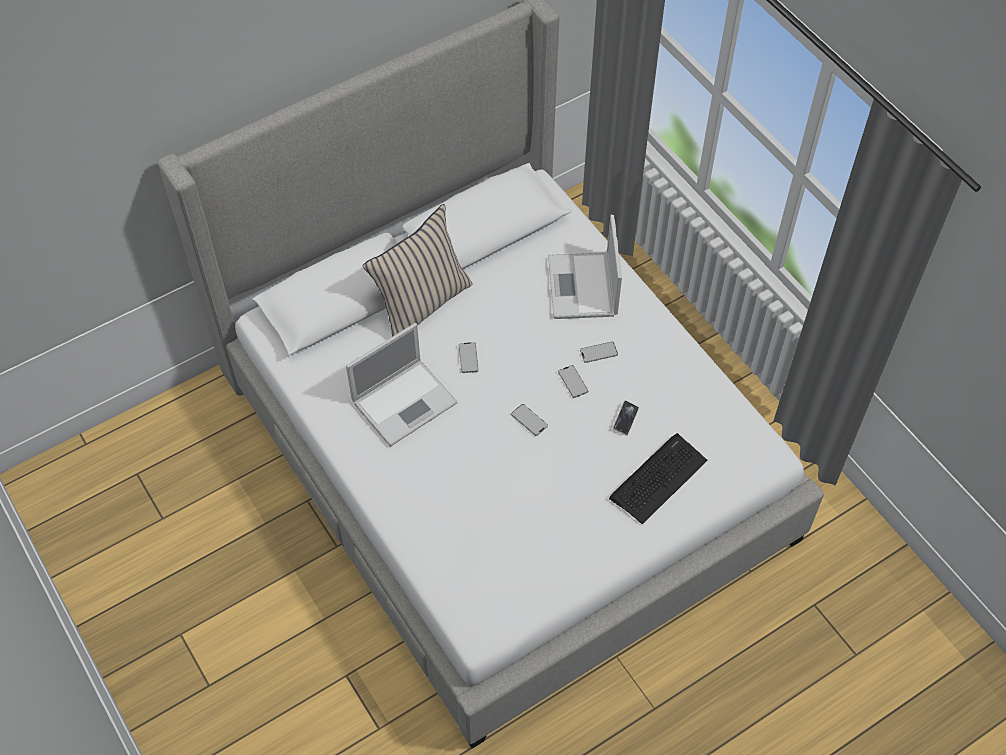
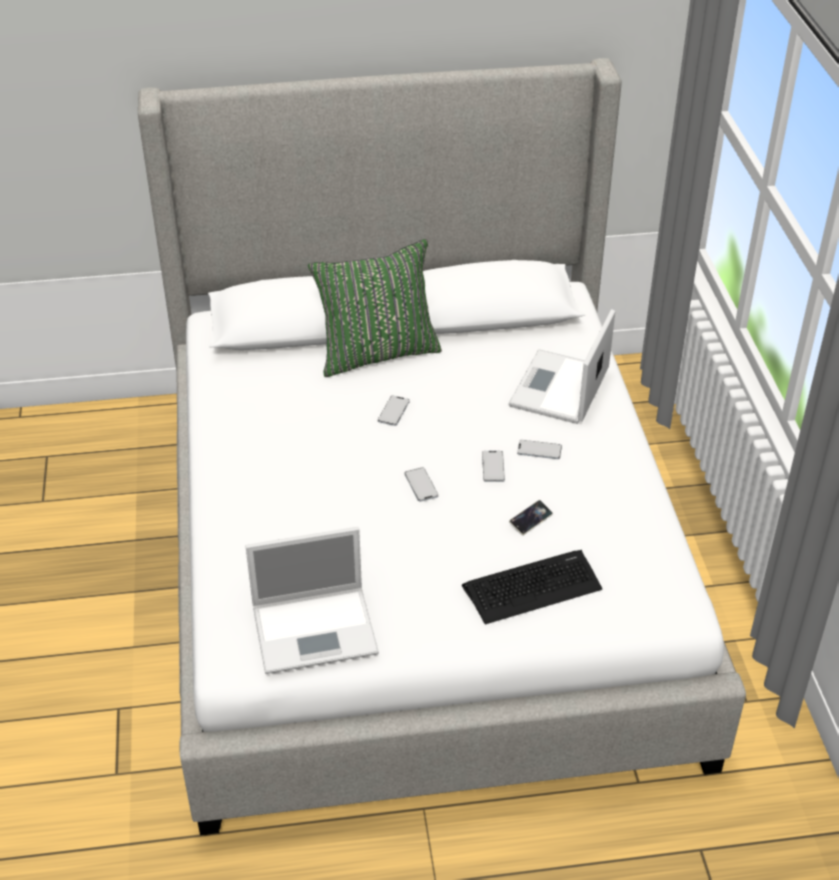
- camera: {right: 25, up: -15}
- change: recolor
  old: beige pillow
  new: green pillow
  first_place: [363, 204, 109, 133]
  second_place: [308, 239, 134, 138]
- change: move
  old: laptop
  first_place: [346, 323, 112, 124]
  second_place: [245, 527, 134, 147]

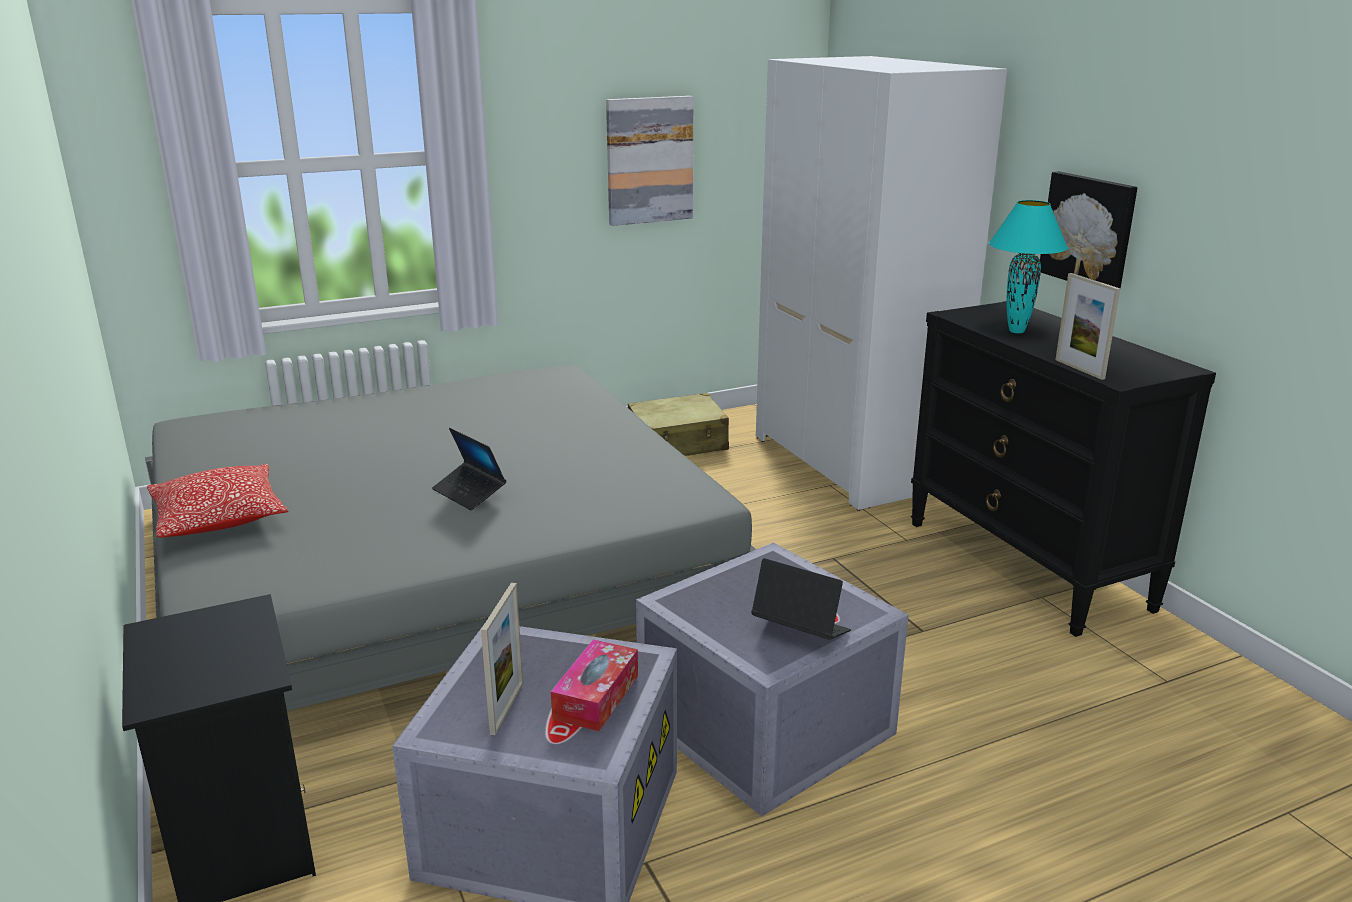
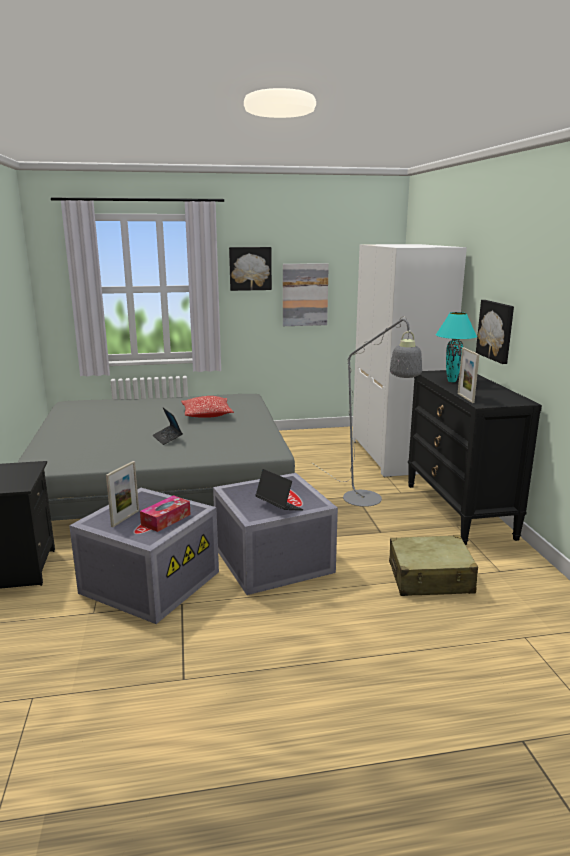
- camera: {right: 15, up: -5}
- change: move
  old: beige suitcase
  first_place: [628, 393, 101, 63]
  second_place: [389, 535, 89, 61]
- change: move
  old: pillow
  first_place: [147, 464, 141, 73]
  second_place: [181, 396, 53, 22]
- change: insert
  new: picture
  second_place: [229, 247, 43, 44]
- change: insert
  new: grey floor lamp
  second_place: [311, 316, 111, 191]

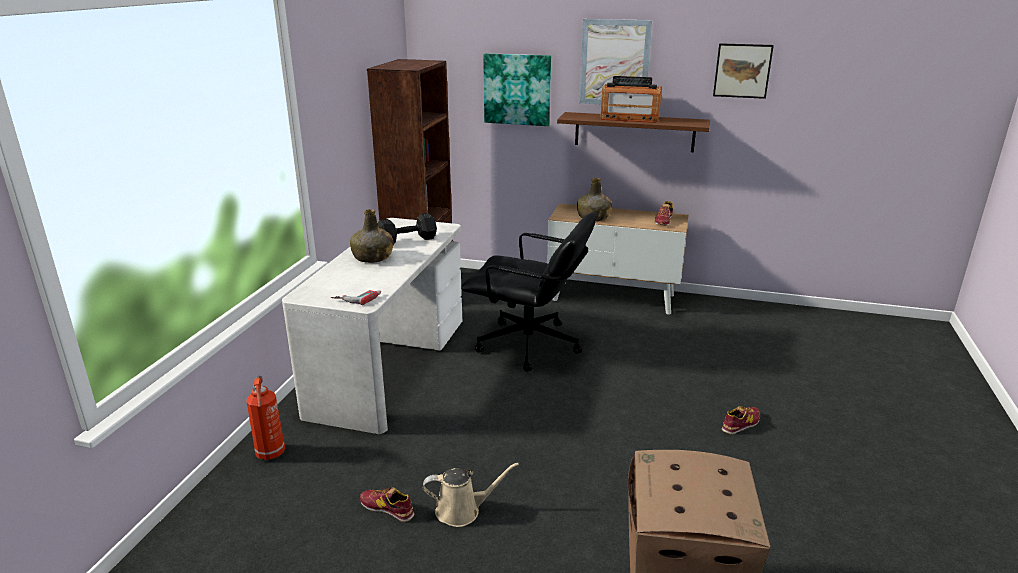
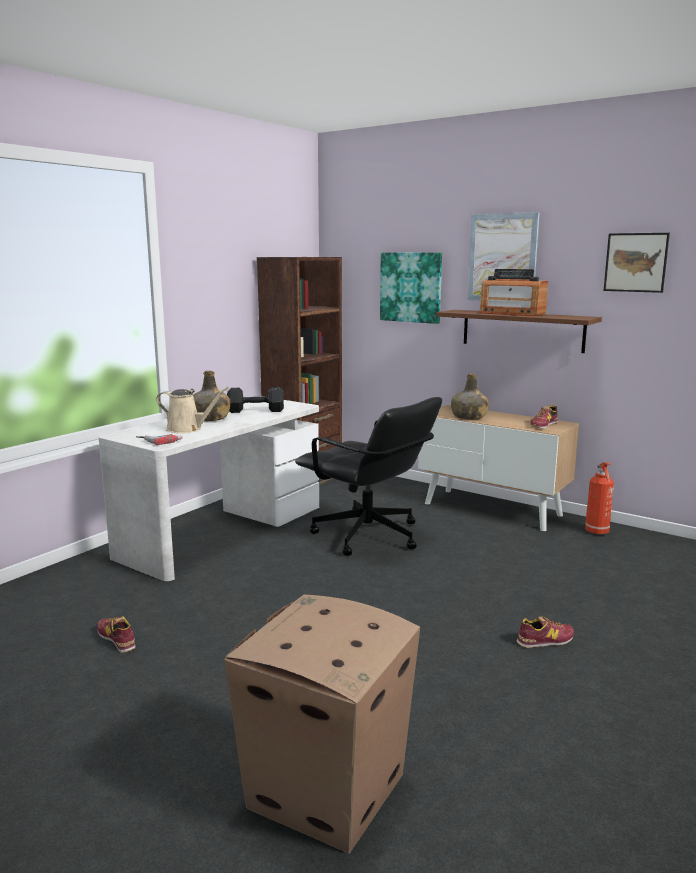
- camera: {right: 20, up: -10}
- change: move
  old: fire extinguisher
  first_place: [247, 376, 38, 84]
  second_place: [585, 462, 29, 73]
- change: move
  old: beige watering can
  first_place: [423, 463, 96, 64]
  second_place: [156, 387, 72, 46]

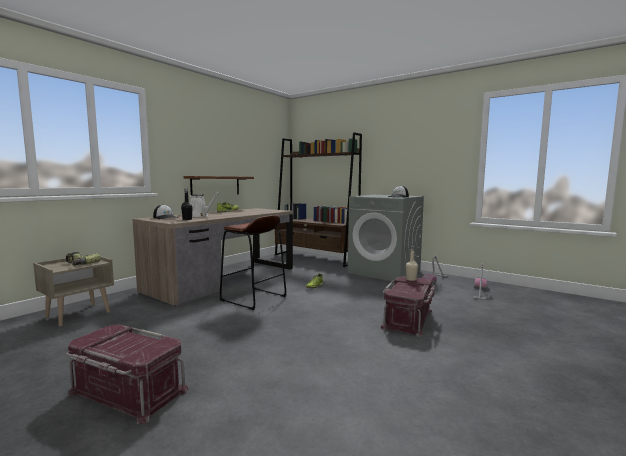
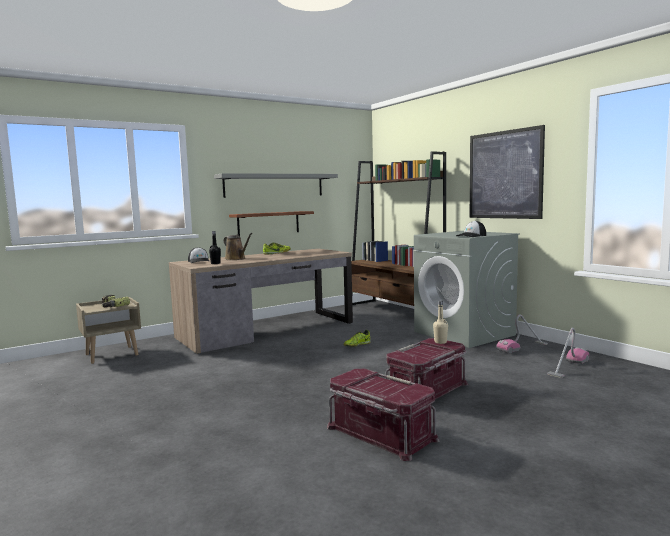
- camera: {right: 20, up: 0}
- change: recolor
  old: white watering can
  new: brown watering can
  first_place: [188, 192, 32, 25]
  second_place: [223, 233, 30, 27]
- change: delete
  old: brown stool
  first_place: [220, 215, 66, 95]
- change: move
  old: red storage box
  first_place: [66, 324, 123, 100]
  second_place: [327, 369, 112, 92]
- change: insert
  new: picture
  second_place: [470, 125, 75, 94]
- change: insert
  new: grey shelf
  second_place: [214, 173, 124, 25]

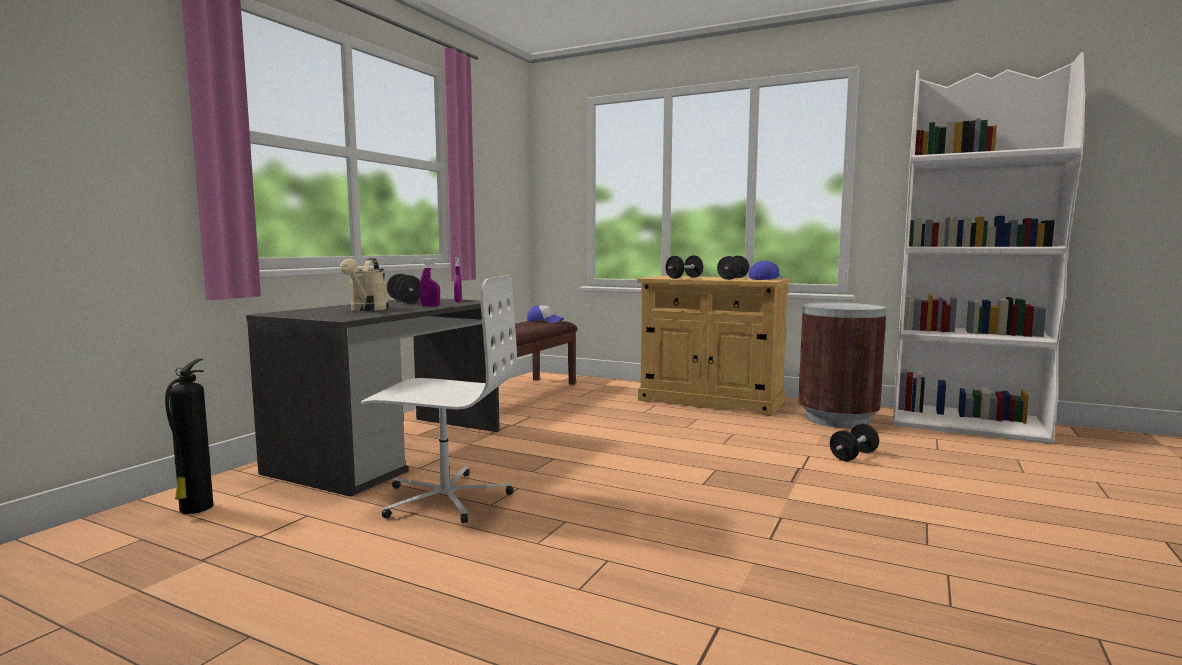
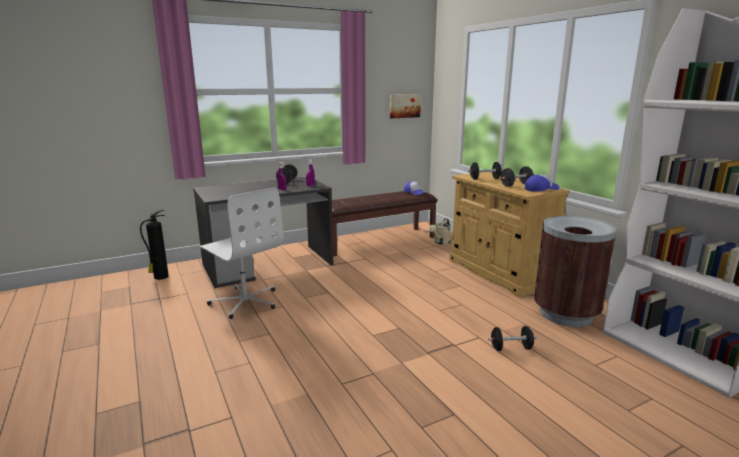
- camera: {right: 35, up: 10}
- change: move
  old: beige watering can
  first_place: [340, 258, 49, 53]
  second_place: [429, 218, 22, 27]
- change: insert
  new: picture
  second_place: [390, 94, 31, 24]

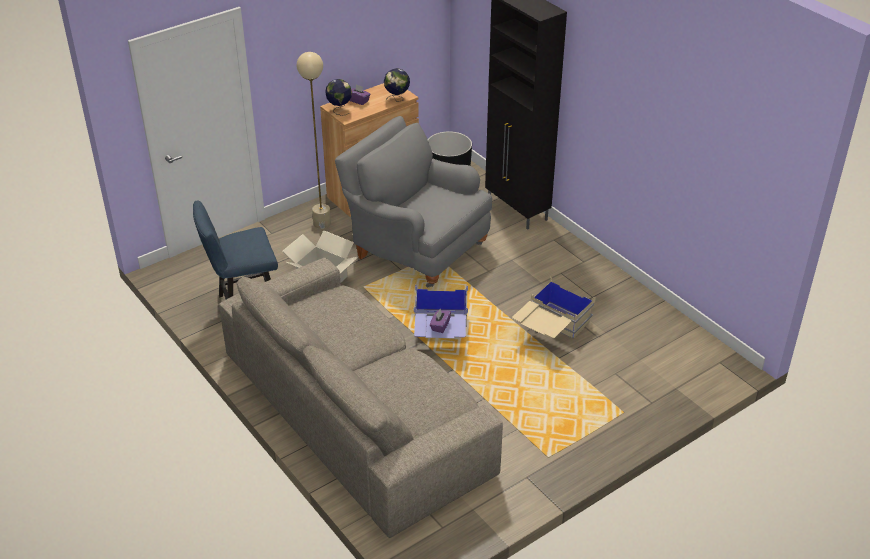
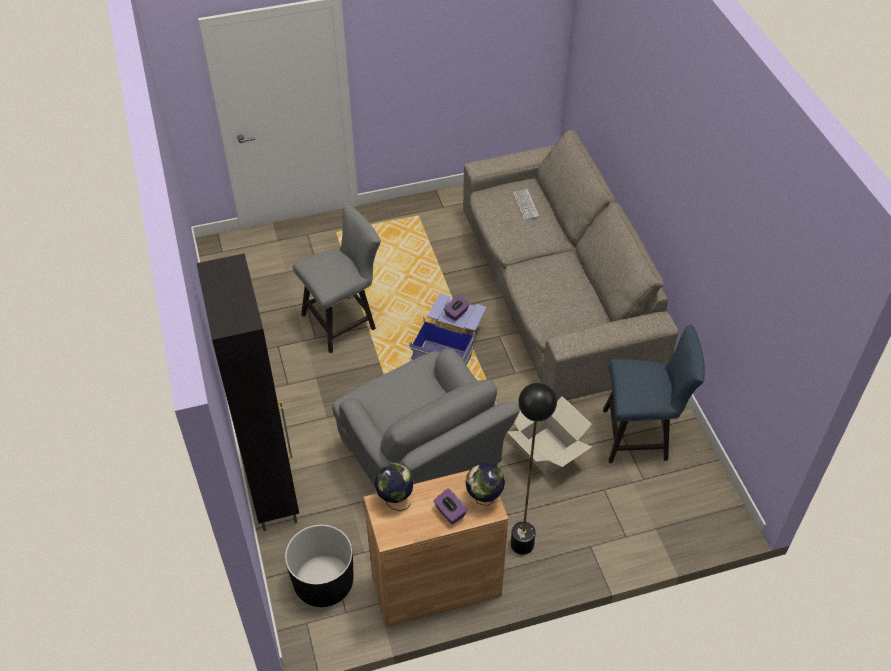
- camera: {right: -160, up: 10}
- change: recolor
  old: beige floor lamp
  new: black floor lamp
  first_place: [297, 52, 34, 177]
  second_place: [511, 383, 46, 172]
- change: replace
  old: beige storage box
  new: grey chair
  first_place: [512, 277, 84, 62]
  second_place: [293, 203, 88, 150]
- change: insert
  new: keyboard
  second_place: [513, 189, 26, 31]

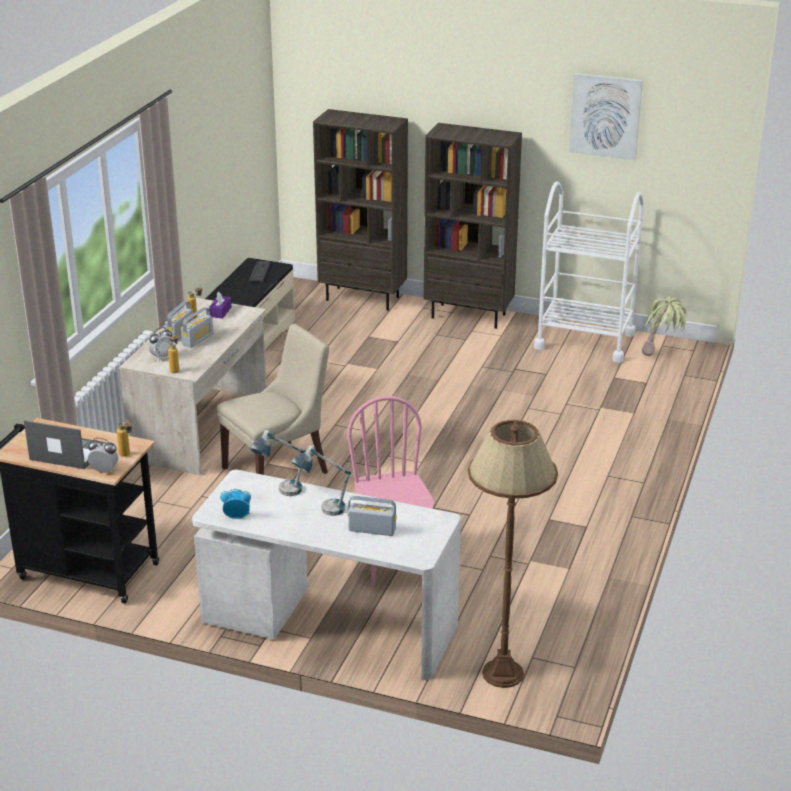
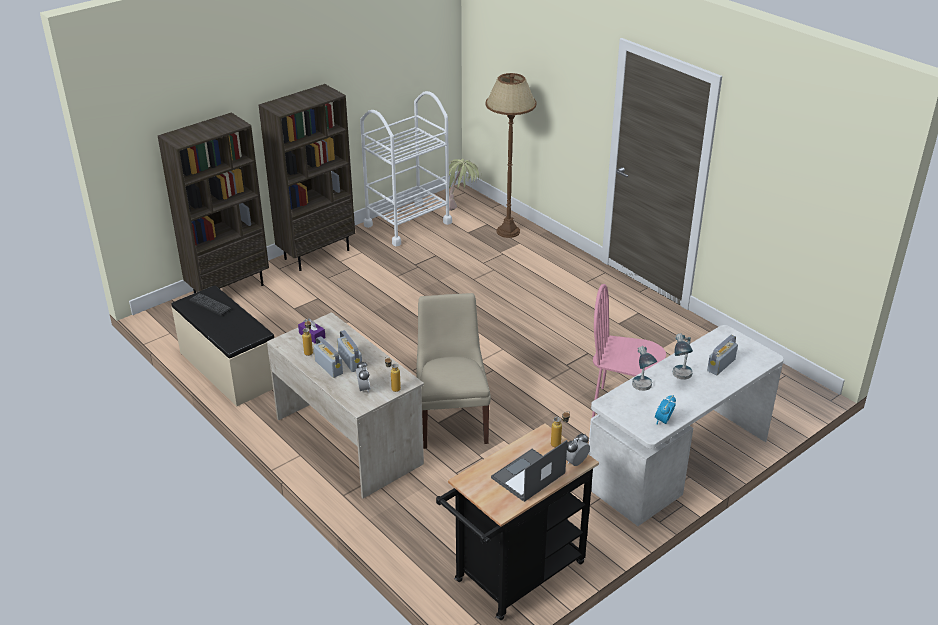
- camera: {right: -60, up: 5}
- change: delete
  old: picture
  first_place: [569, 73, 74, 87]
- change: move
  old: brown floor lamp
  first_place: [468, 420, 90, 268]
  second_place: [485, 73, 52, 165]

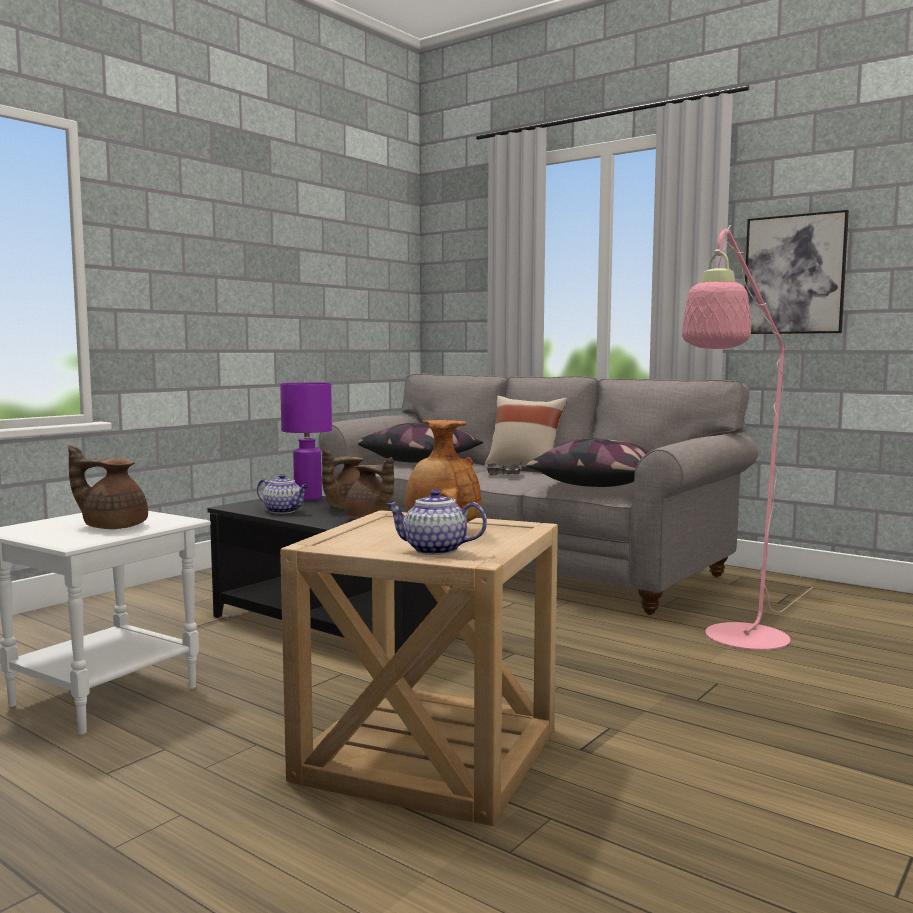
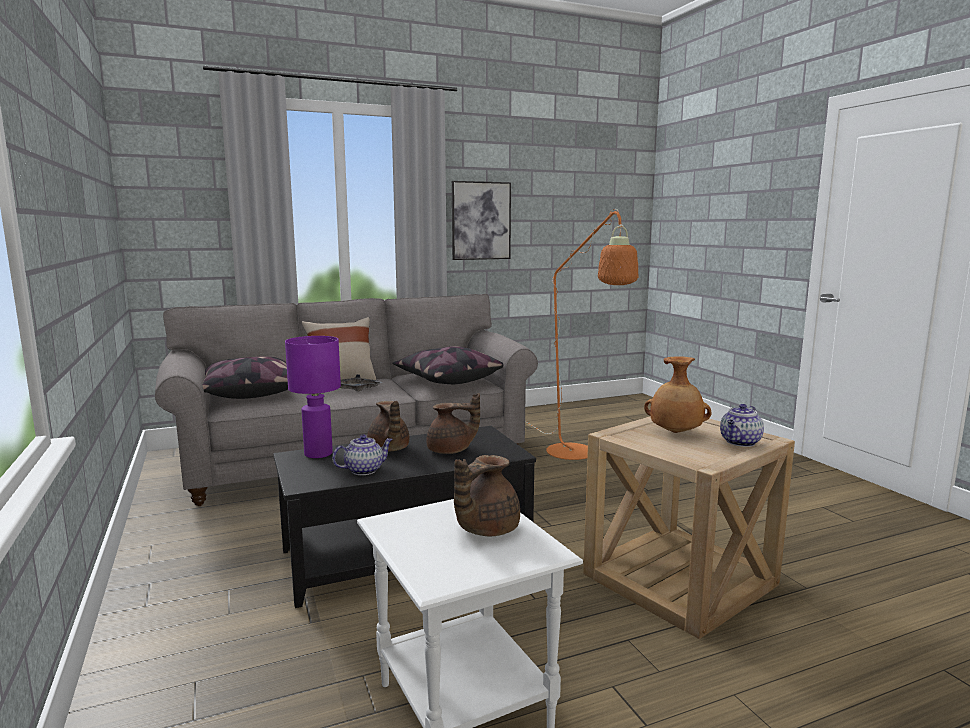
- camera: {right: -60, up: 5}
- change: recolor
  old: pink floor lamp
  new: orange floor lamp
  first_place: [682, 225, 131, 425]
  second_place: [525, 209, 114, 251]

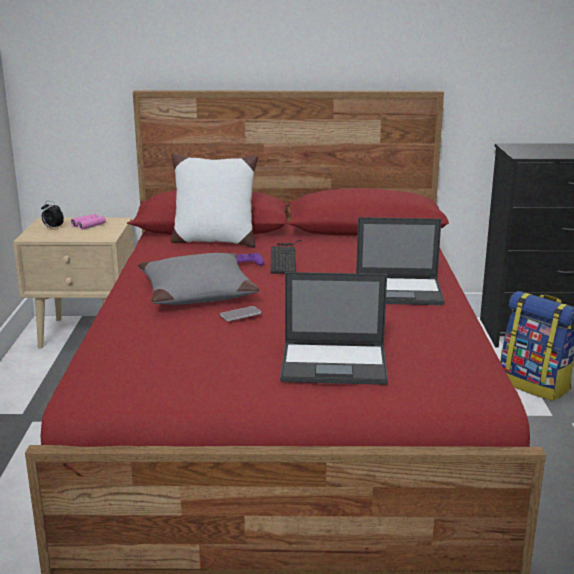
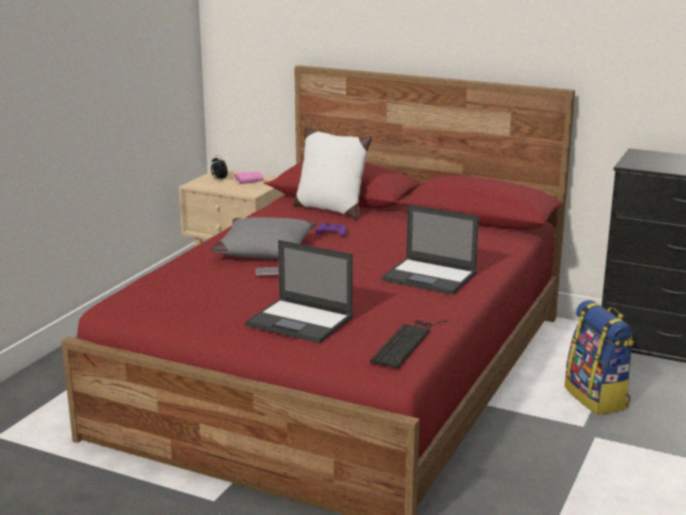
- camera: {right: 25, up: 0}
- change: move
  old: keyboard
  first_place: [270, 240, 32, 34]
  second_place: [370, 320, 78, 48]

